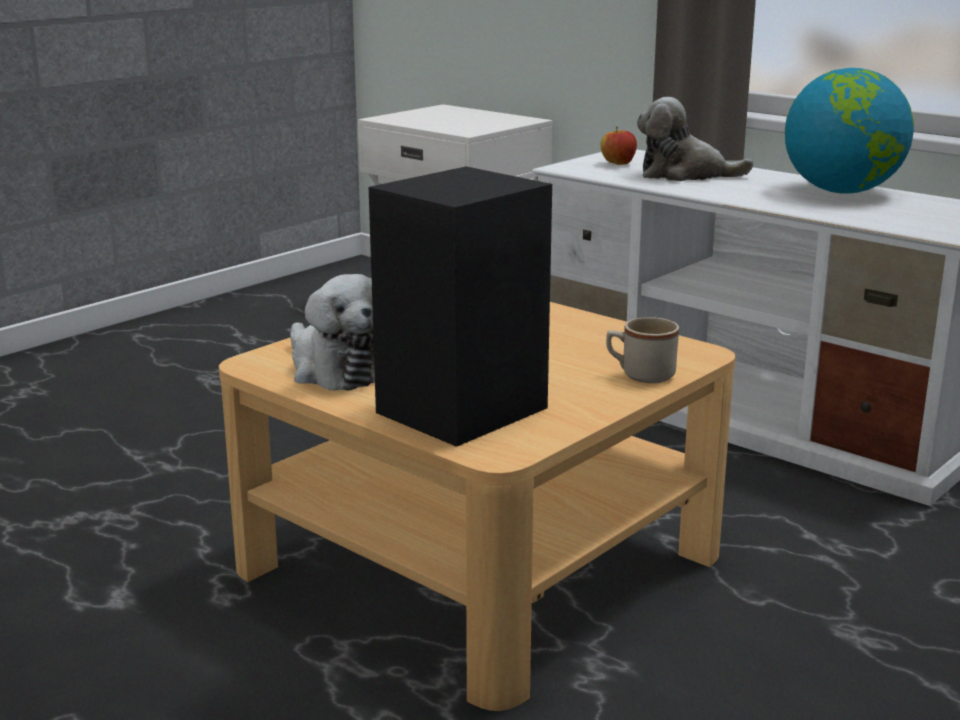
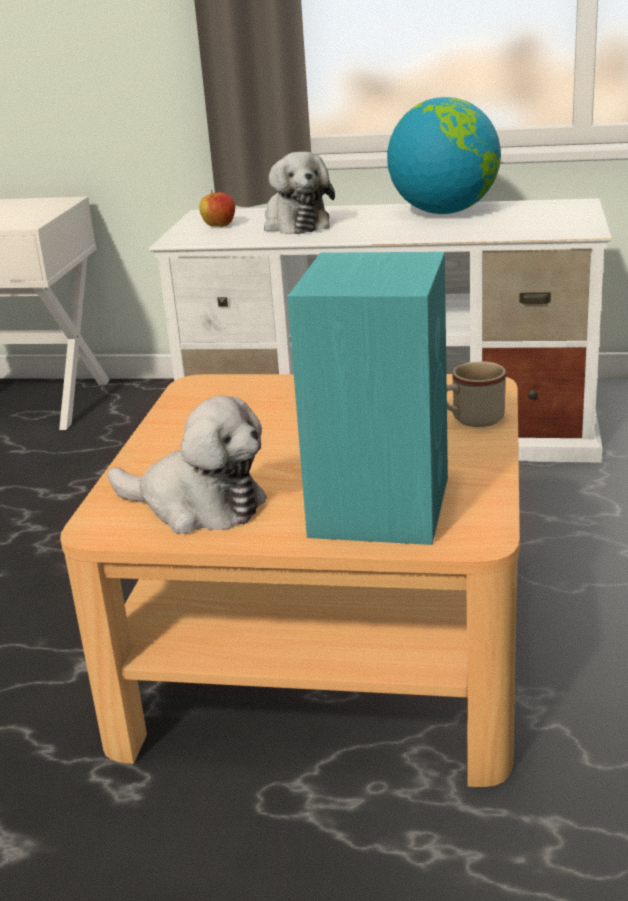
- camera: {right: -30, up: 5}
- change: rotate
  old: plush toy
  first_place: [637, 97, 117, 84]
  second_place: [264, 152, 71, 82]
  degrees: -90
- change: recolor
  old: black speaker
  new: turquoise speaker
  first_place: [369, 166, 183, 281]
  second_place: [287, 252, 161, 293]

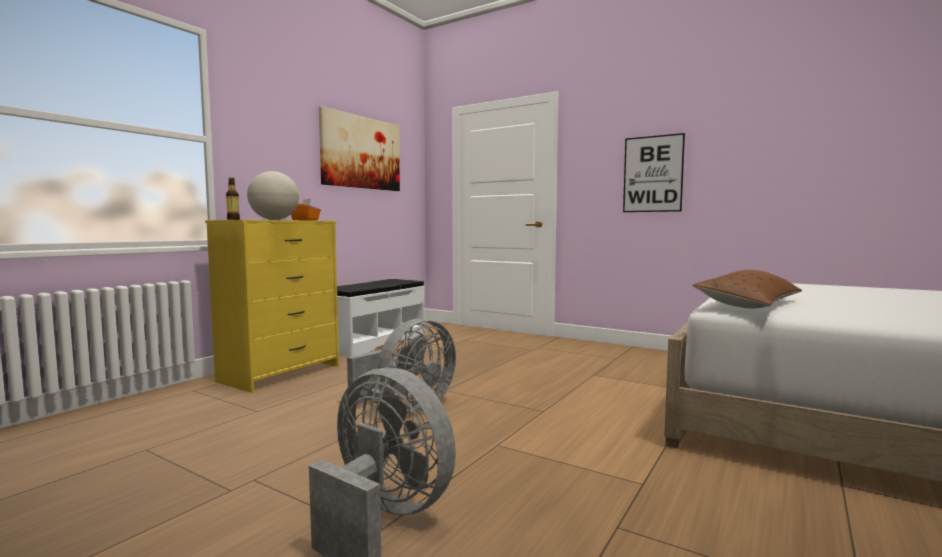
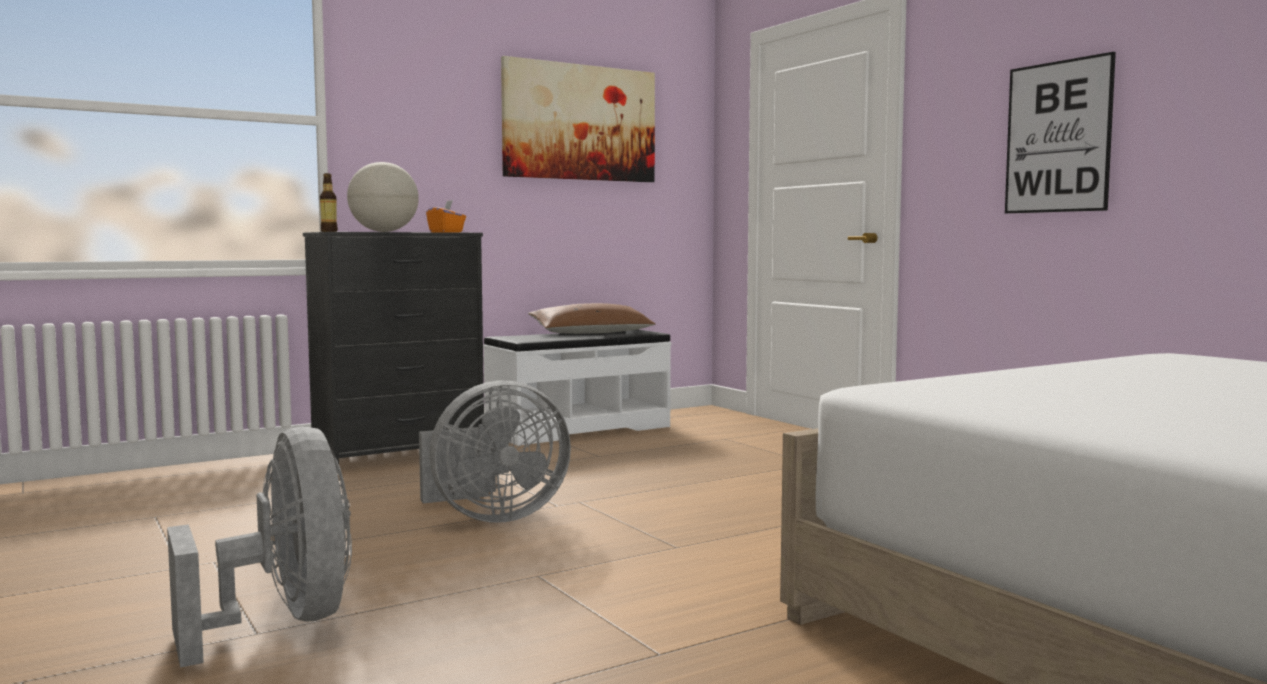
- camera: {right: 25, up: 0}
- change: recolor
  old: yellow dresser
  new: black dresser
  first_place: [205, 220, 134, 173]
  second_place: [303, 232, 181, 242]
- change: move
  old: brown pillow
  first_place: [692, 270, 110, 39]
  second_place: [528, 303, 127, 31]

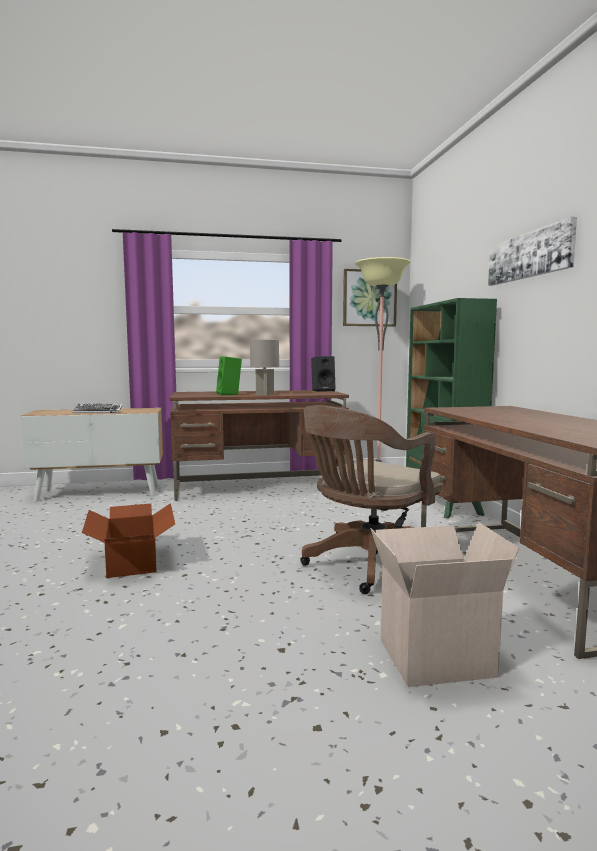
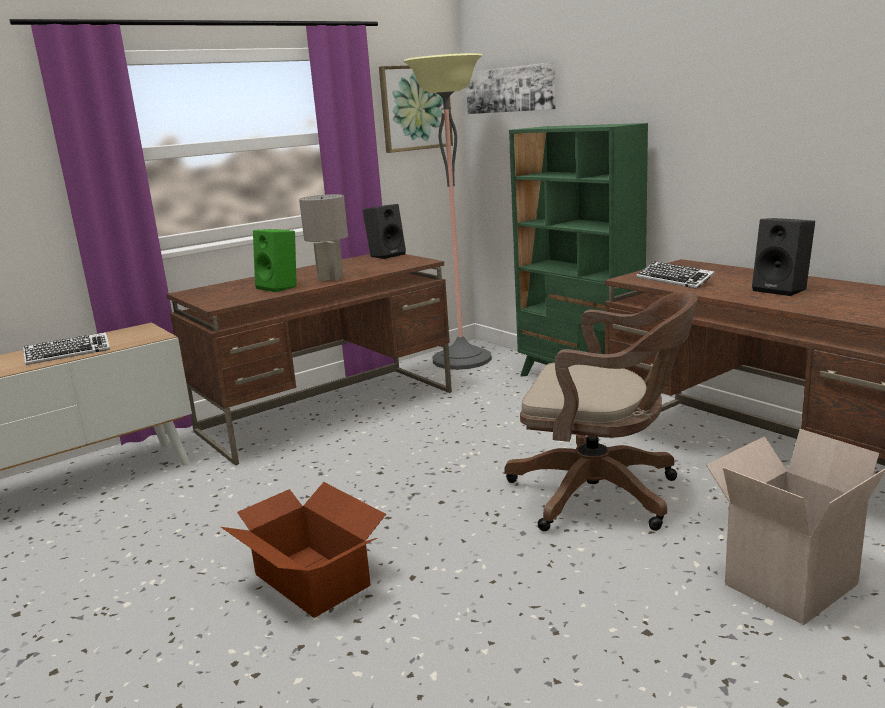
- camera: {right: -25, up: 10}
- change: move
  old: picture
  first_place: [488, 217, 89, 69]
  second_place: [466, 62, 90, 52]
- change: rotate
  old: brown office chair
  first_place: [300, 405, 143, 189]
  second_place: [504, 291, 194, 240]
  degrees: -90
- change: insert
  new: black speaker
  second_place: [752, 218, 63, 78]
- change: insert
  new: keyboard
  second_place: [636, 261, 79, 28]

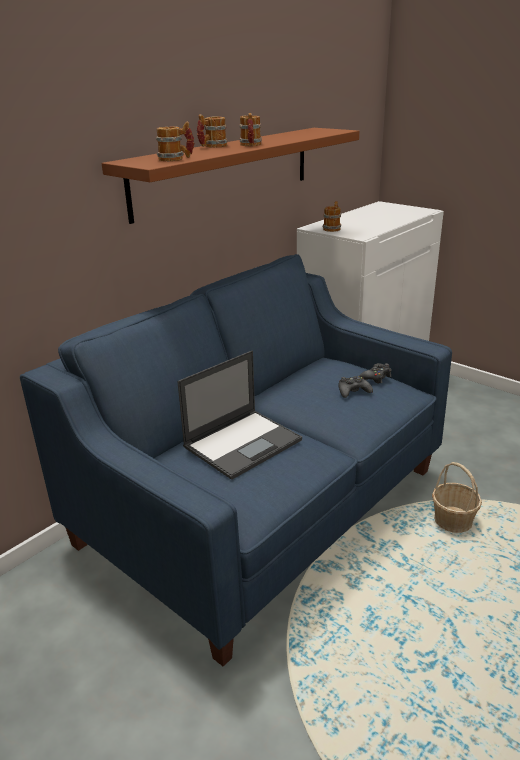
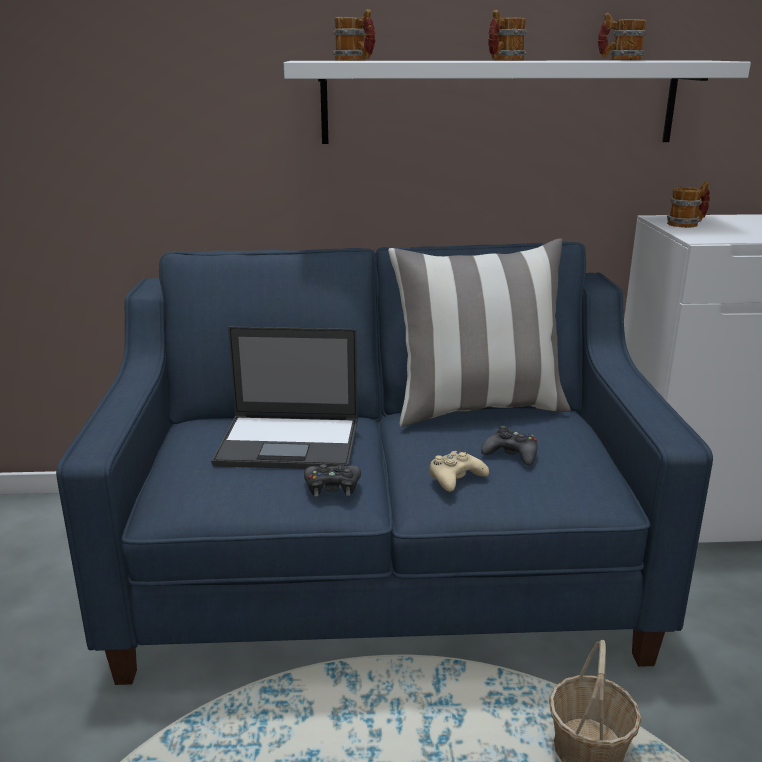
- camera: {right: 45, up: -5}
- change: move
  old: mug
  first_place: [197, 114, 30, 34]
  second_place: [598, 13, 48, 47]
- change: recolor
  old: brown shelf
  new: white shelf
  first_place: [102, 128, 257, 96]
  second_place: [284, 61, 467, 83]
- change: move
  old: black game controller
  first_place: [360, 363, 32, 21]
  second_place: [304, 464, 57, 33]
- change: insert
  new: pillow
  second_place: [388, 238, 183, 189]
- change: insert
  new: beige game controller
  second_place: [430, 450, 59, 42]

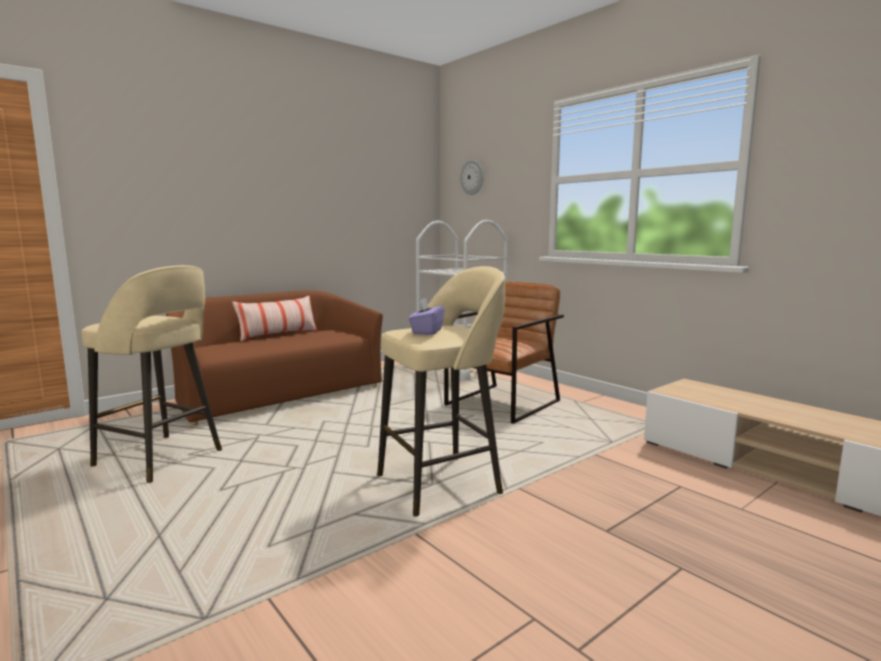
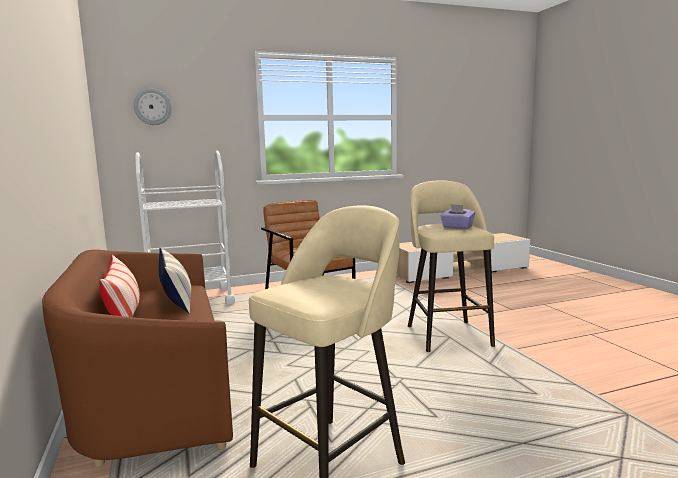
- camera: {right: -70, up: 0}
- change: insert
  new: pillow
  second_place: [159, 247, 32, 67]

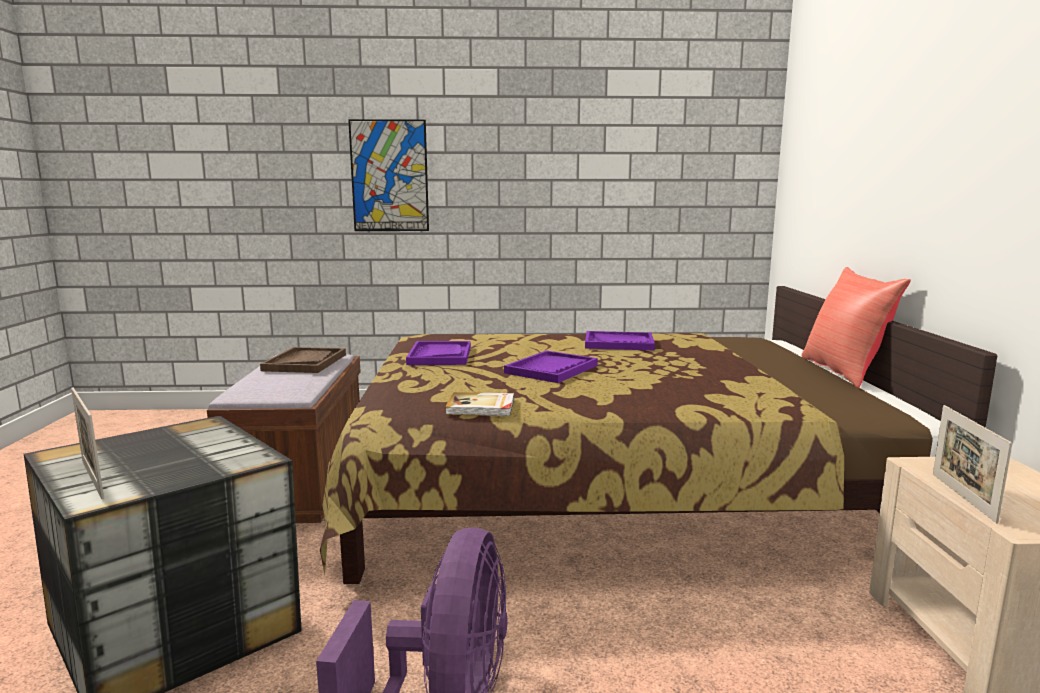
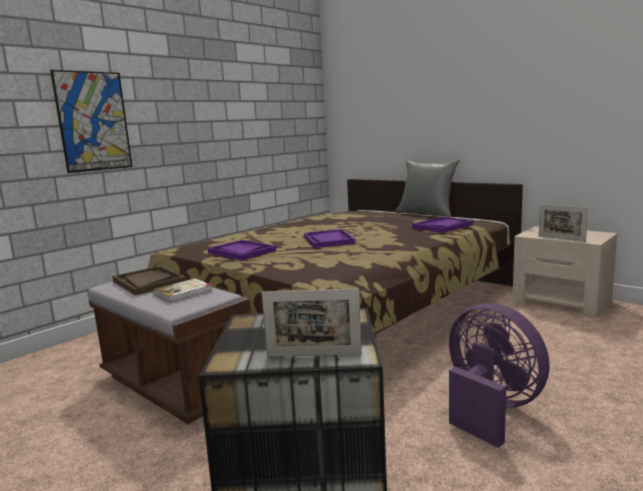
- camera: {right: -45, up: 0}
- change: recolor
  old: red pillow
  new: grey pillow
  first_place: [801, 267, 110, 121]
  second_place: [396, 160, 64, 57]
- change: move
  old: purple tray
  first_place: [585, 331, 70, 20]
  second_place: [412, 217, 61, 16]
- change: move
  old: book
  first_place: [445, 392, 69, 24]
  second_place: [153, 278, 60, 24]

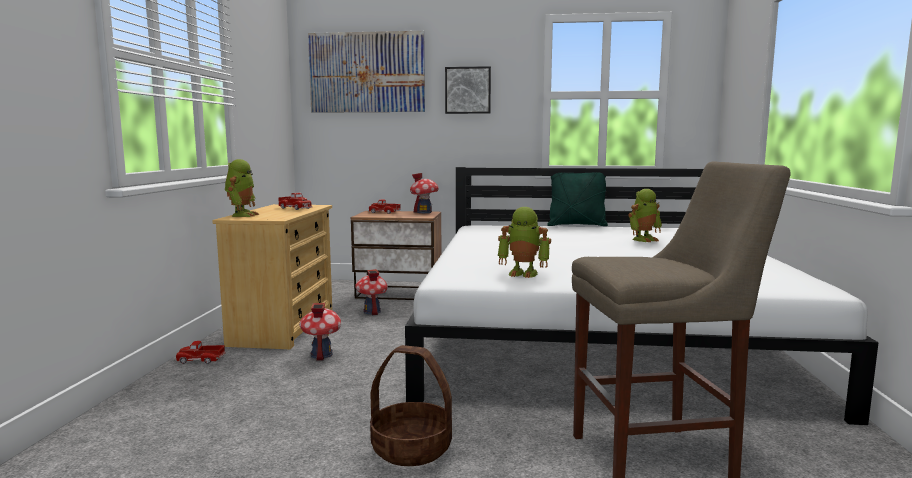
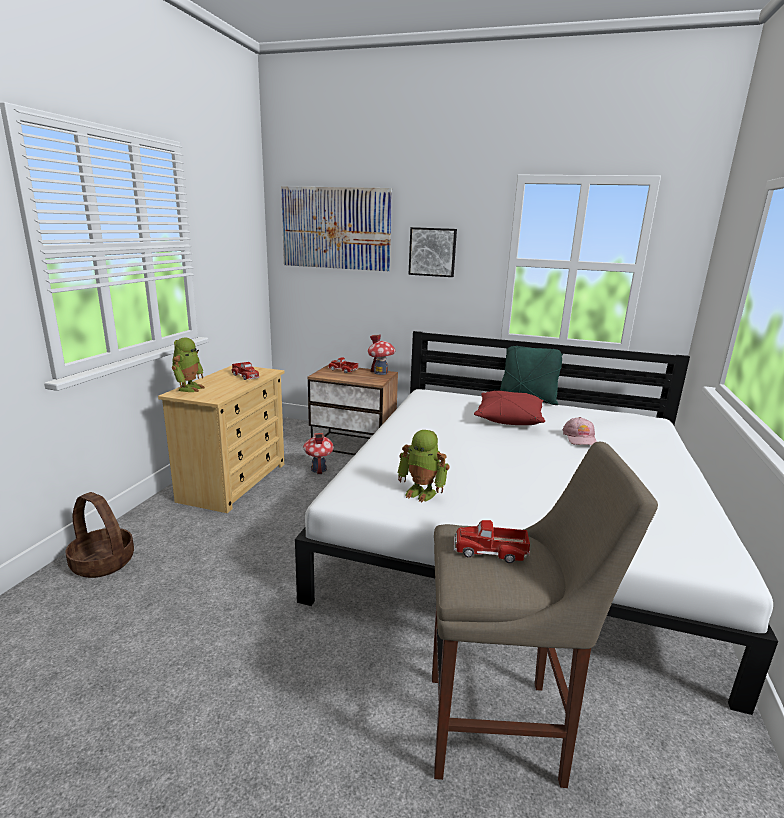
- camera: {right: 10, up: 10}
- change: replace
  old: toy robot
  new: pink cap
  first_place: [628, 189, 34, 53]
  second_place: [563, 417, 34, 28]
- change: delete
  old: toy house
  first_place: [299, 303, 42, 58]
- change: move
  old: toy truck
  first_place: [175, 341, 51, 23]
  second_place: [454, 520, 76, 43]
- change: move
  old: basket
  first_place: [370, 345, 82, 121]
  second_place: [65, 492, 69, 86]
- change: insert
  new: red pillow
  second_place: [474, 391, 71, 34]

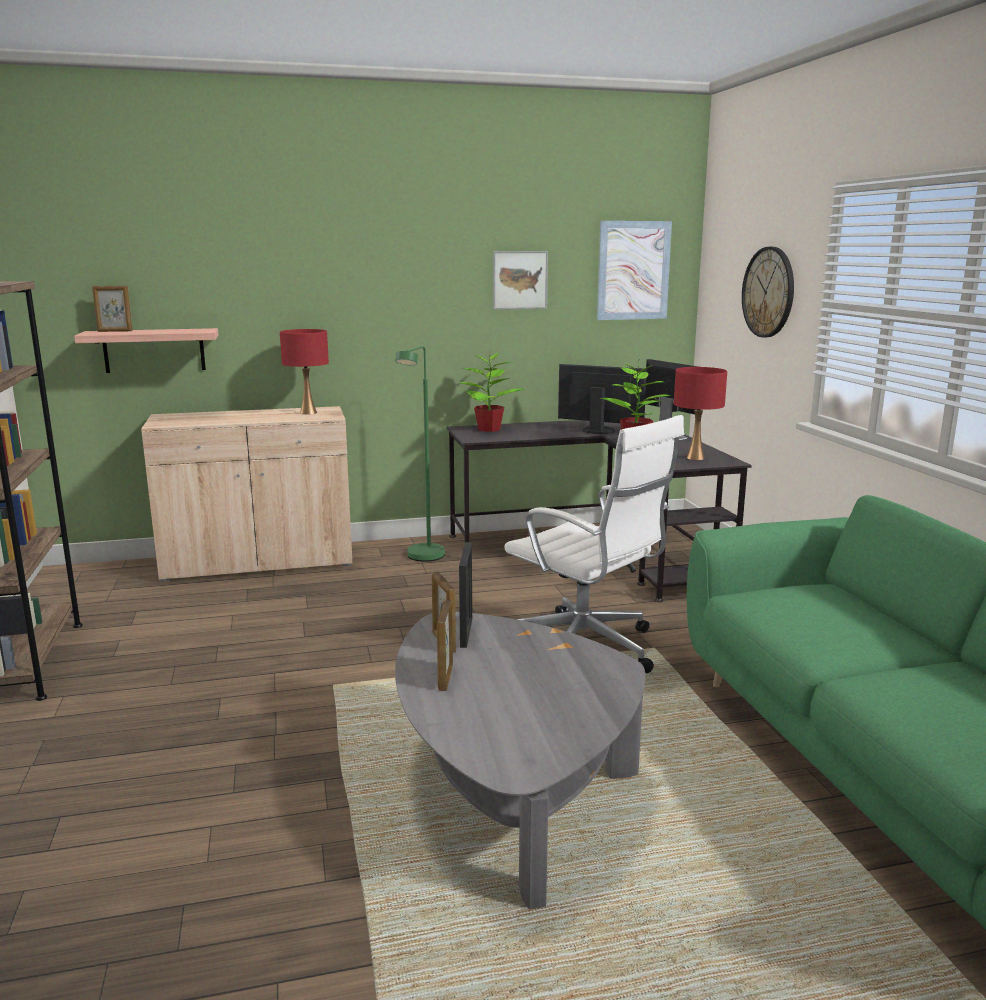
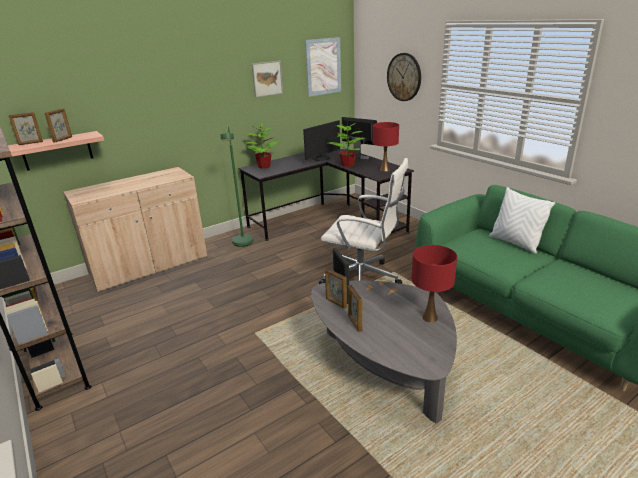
- camera: {right: -20, up: 10}
- change: move
  old: red table lamp
  first_place: [280, 329, 49, 86]
  second_place: [412, 245, 45, 78]
- change: rotate
  old: monitor
  first_place: [558, 364, 89, 70]
  second_place: [303, 120, 37, 41]
  degrees: 135
- change: insert
  new: picture frame
  second_place: [45, 108, 27, 35]
- change: insert
  new: white pillow
  second_place: [489, 187, 67, 67]

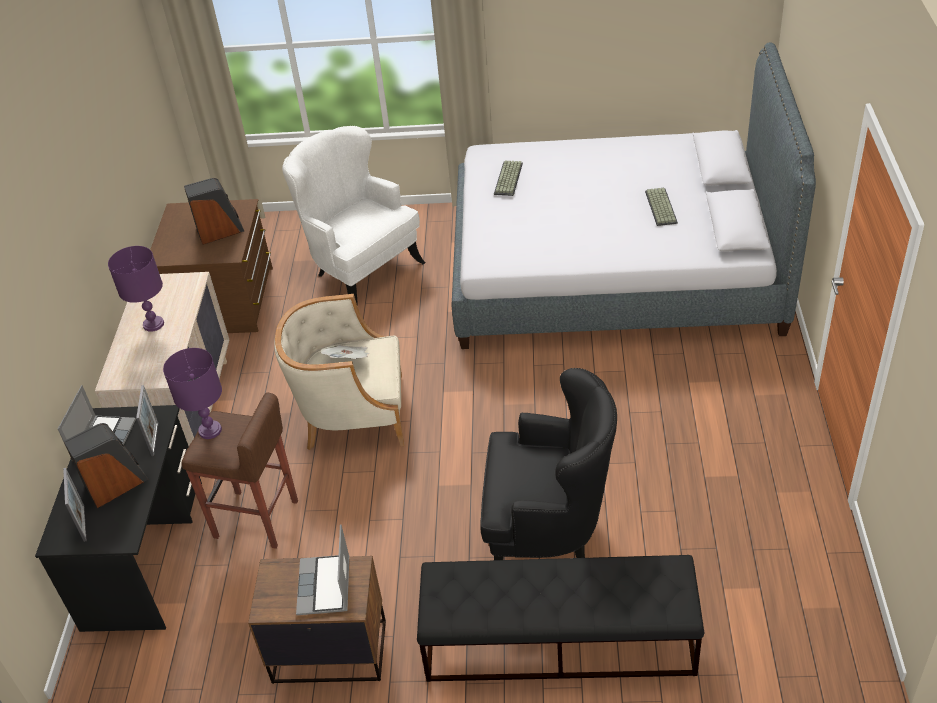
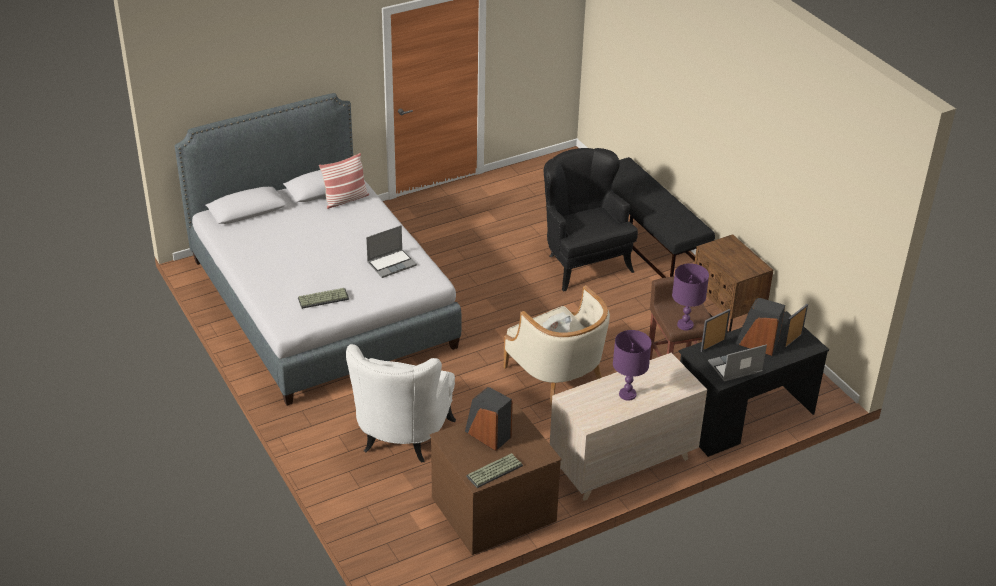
- camera: {right: -125, up: -5}
- change: move
  old: keyboard
  first_place: [645, 188, 33, 38]
  second_place: [466, 453, 57, 35]
- change: move
  old: laptop
  first_place: [296, 524, 53, 91]
  second_place: [366, 225, 51, 53]
- change: insert
  new: pillow
  second_place: [319, 153, 50, 56]

